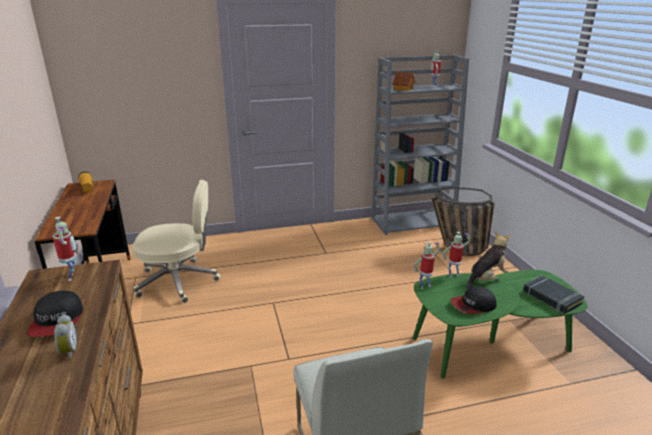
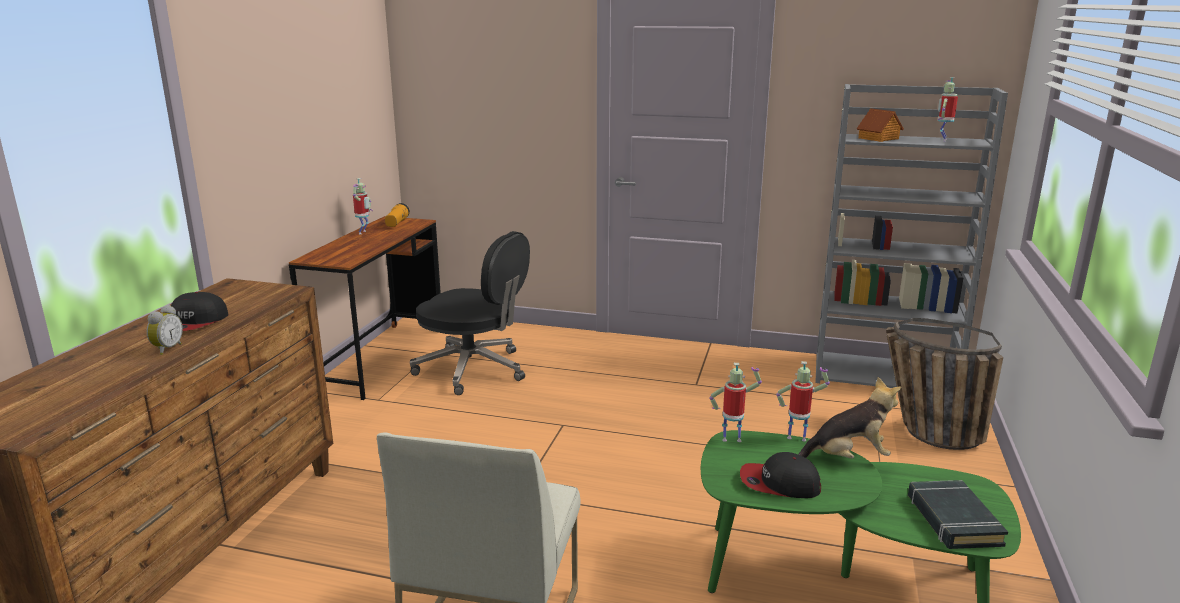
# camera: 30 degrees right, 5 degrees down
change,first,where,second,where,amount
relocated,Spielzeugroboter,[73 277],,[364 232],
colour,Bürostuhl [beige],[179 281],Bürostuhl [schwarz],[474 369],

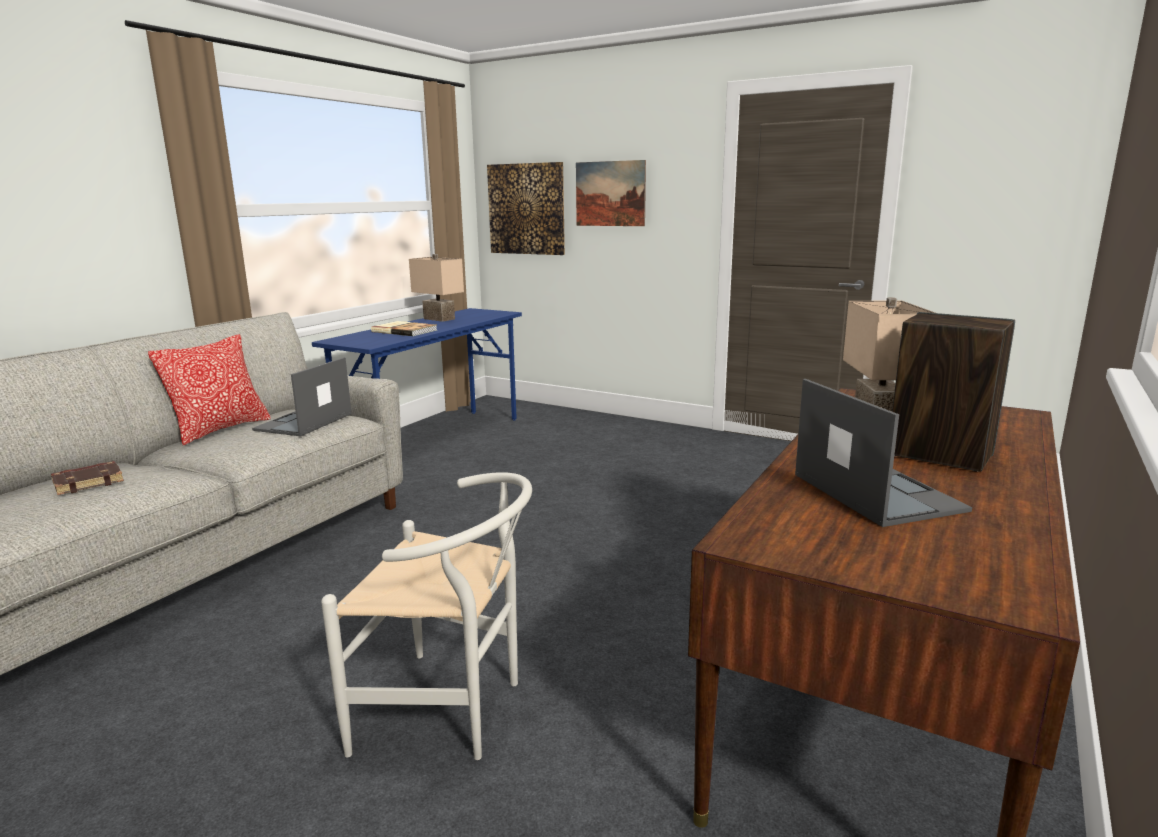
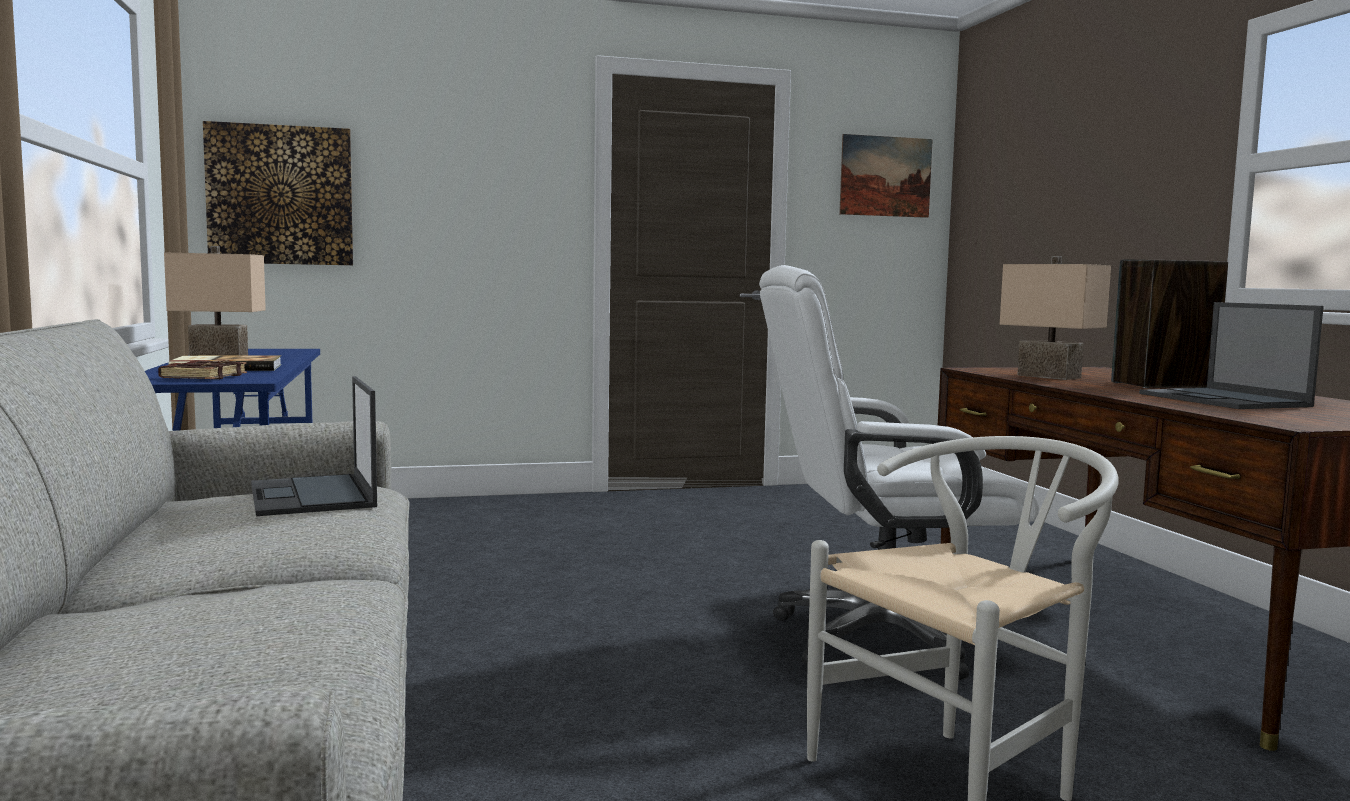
# camera: 45 degrees left, 10 degrees down
change,first,where,second,where,amount
relocated,Buch [braun],[89 482],,[203 377],
appeared,,,Bürostuhl [weiß],[880 639],
relocated,Bild,[610 193],,[885 176],
spun,Laptop,[875 492],,[1225 400],135 degrees counterclockwise
missing,Kissen,[220 429],,,

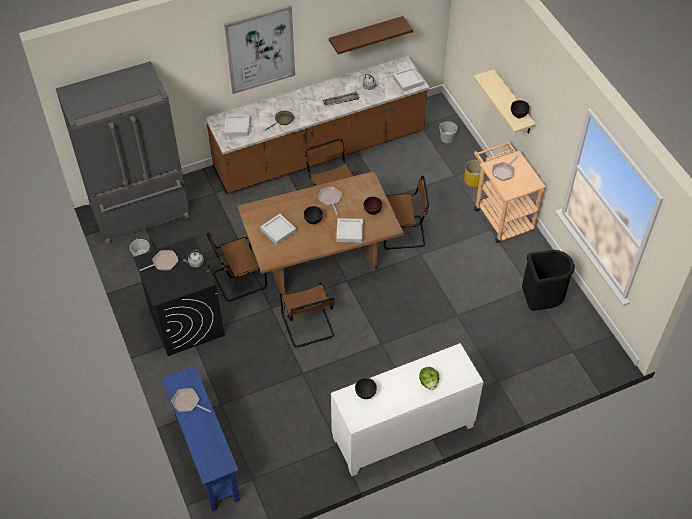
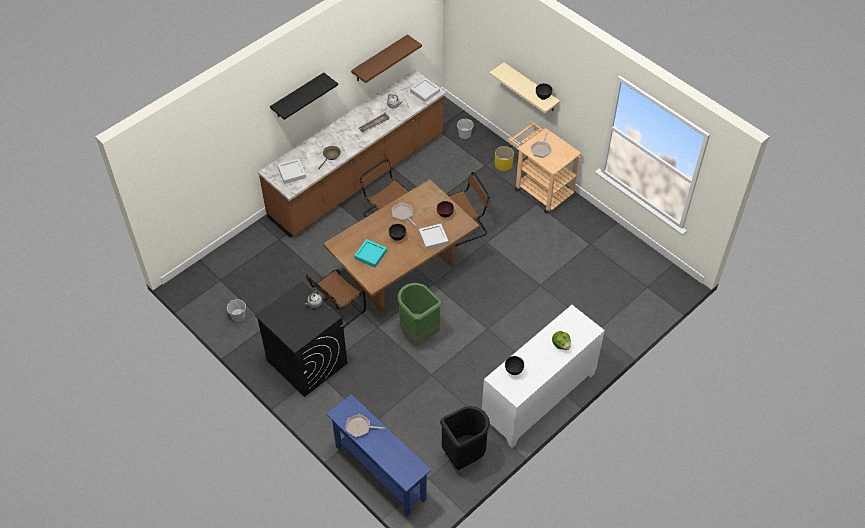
# camera: 20 degrees left, 0 degrees up
change,first,where,second,where,amount
exchanged,Bild,[260 49],Wandregal [schwarz],[298 96],
colour,Tablett [grau],[278 231],Tablett [türkis],[370 255],
exchanged,Stuhl [braun],[308 327],Mülleimer [grün],[418 333],
relocated,Mülleimer [schwarz],[540 301],,[464 454],
missing,Kühlschrank [grau],[141 213],,,
missing,Pfanne,[163 263],,,

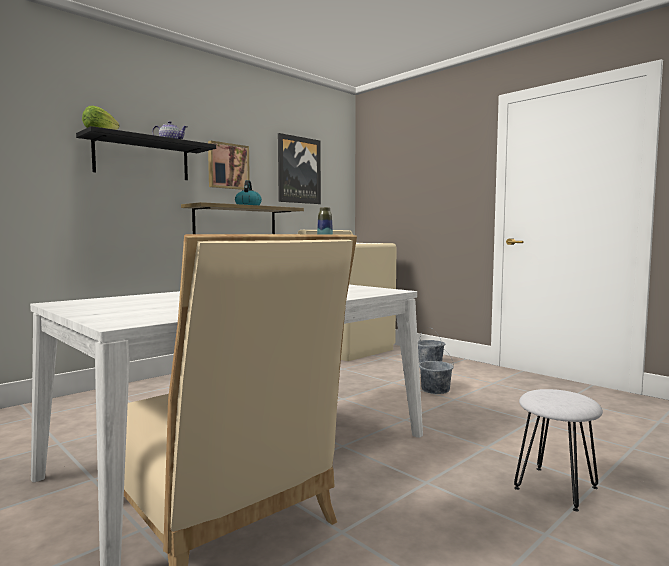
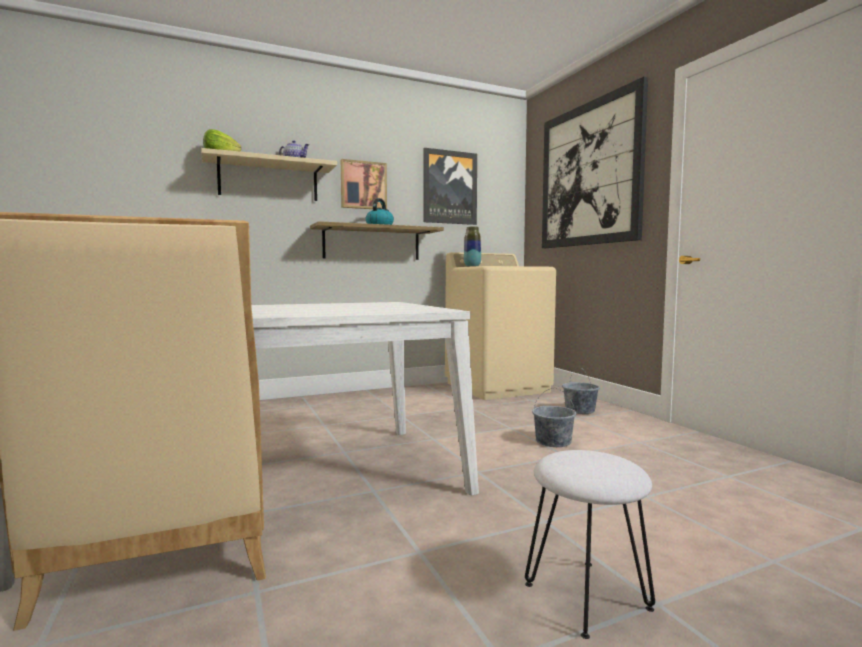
# camera: 20 degrees right, 0 degrees up
change,first,where,second,where,amount
colour,Wandregal [schwarz],[142 159],Wandregal [beige],[268 180],
appeared,,,Bild,[589 175],

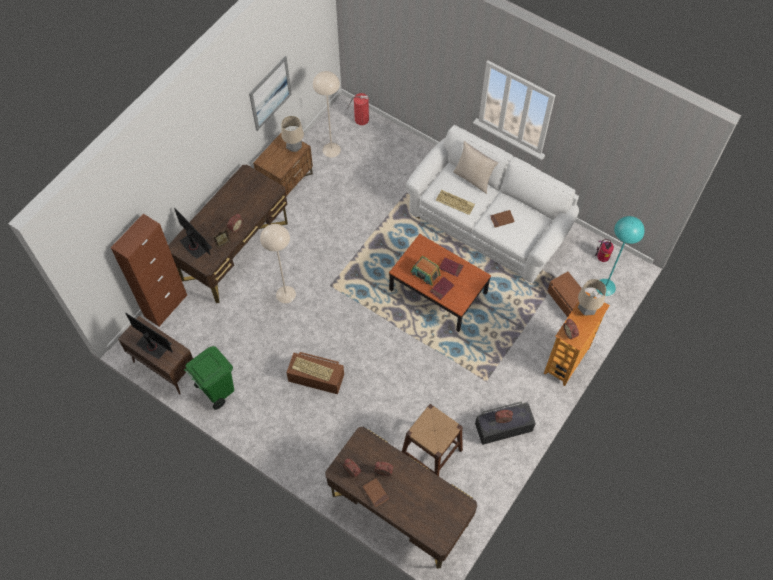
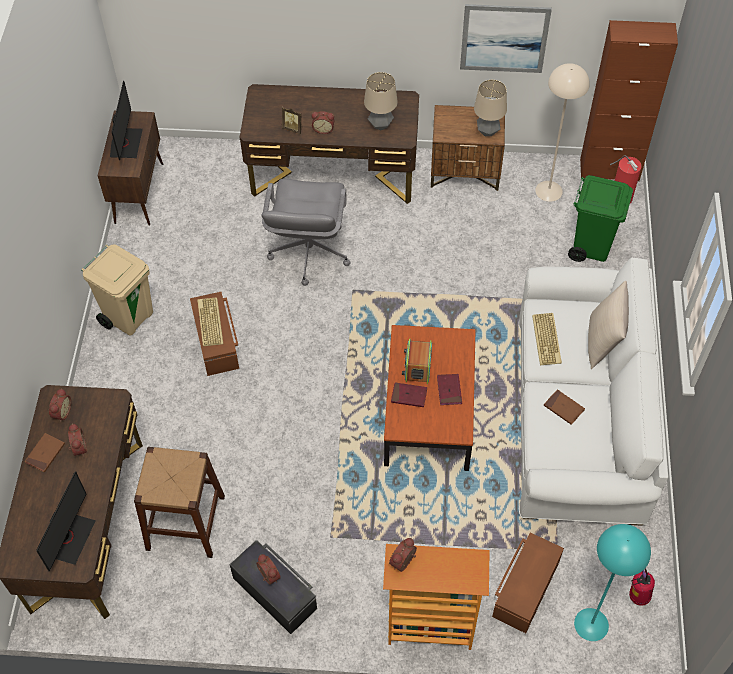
# camera: 60 degrees right, 5 degrees down
change,first,where,second,where,amount
relocated,Monitor,[195 245],,[69 538],
appeared,,,Mülleimer [beige],[129 316],
exchanged,Stehlampe [beige],[285 294],Bürostuhl [grau],[308 253],
relocated,Tischlampe,[586 310],,[380 125],
relocated,Mülleimer [grün],[216 390],,[591 246],
relocated,Schrank [braun],[166 306],,[609 170],

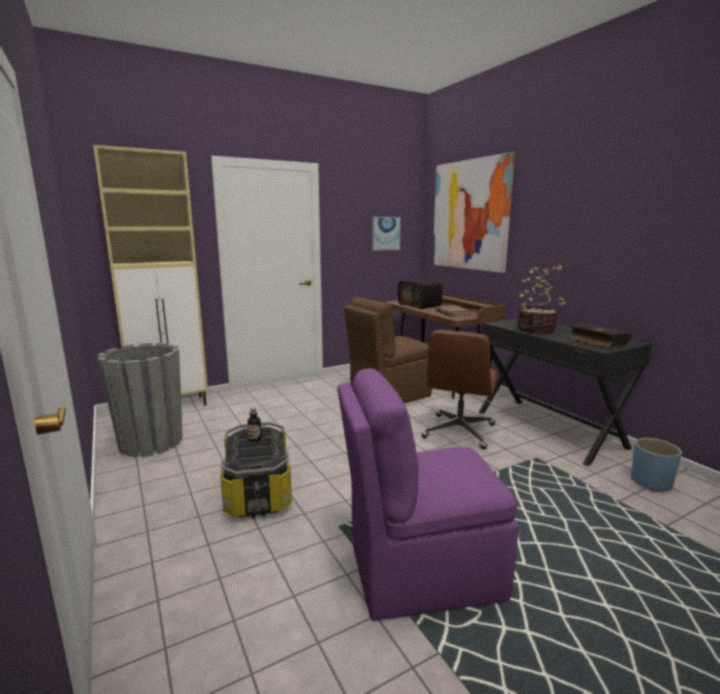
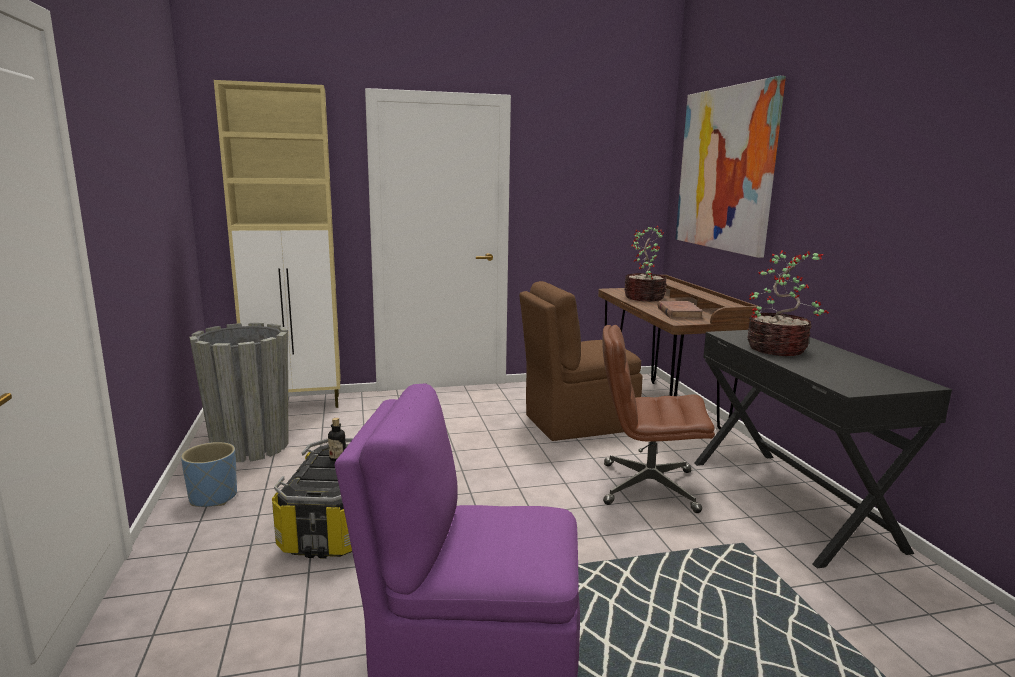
# camera: 15 degrees right, 0 degrees up
change,first,where,second,where,amount
relocated,Pflanzkübel [blau],[650 483],,[213 497],
spun,Bürostuhl [braun],[459 432],,[647 487],60 degrees clockwise
exchanged,Radio,[420 305],Topfpflanze,[644 297],
missing,Bild,[385 233],,,
missing,Buch,[597 342],,,

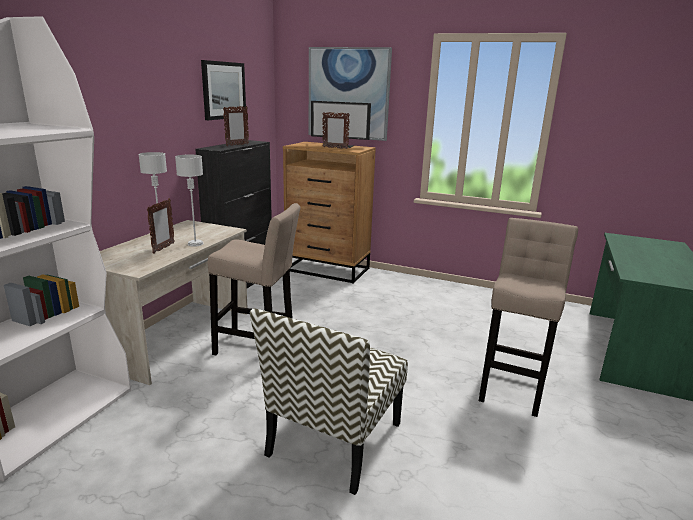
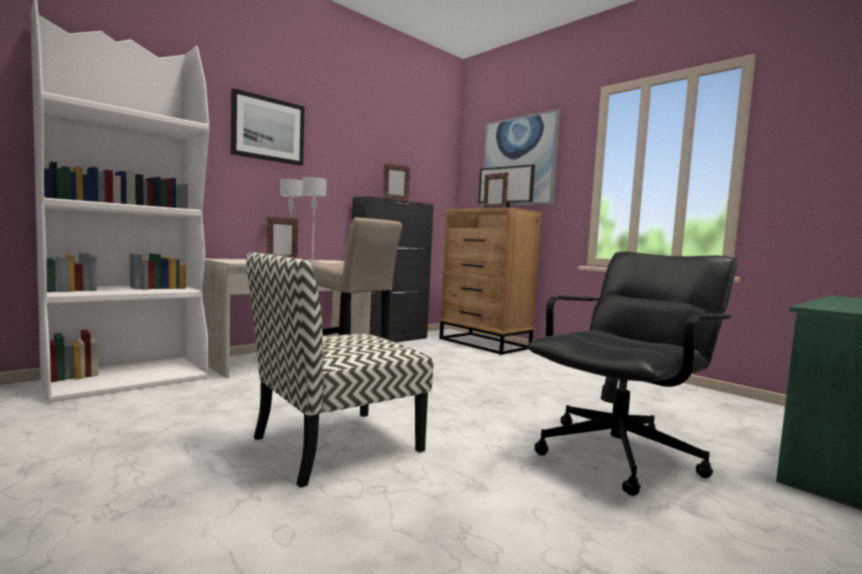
# camera: 25 degrees right, 15 degrees down
change,first,where,second,where,amount
relocated,Bild,[223 90],,[268 129],
exchanged,Hocker [beige],[513 385],Bürostuhl [schwarz],[619 455],

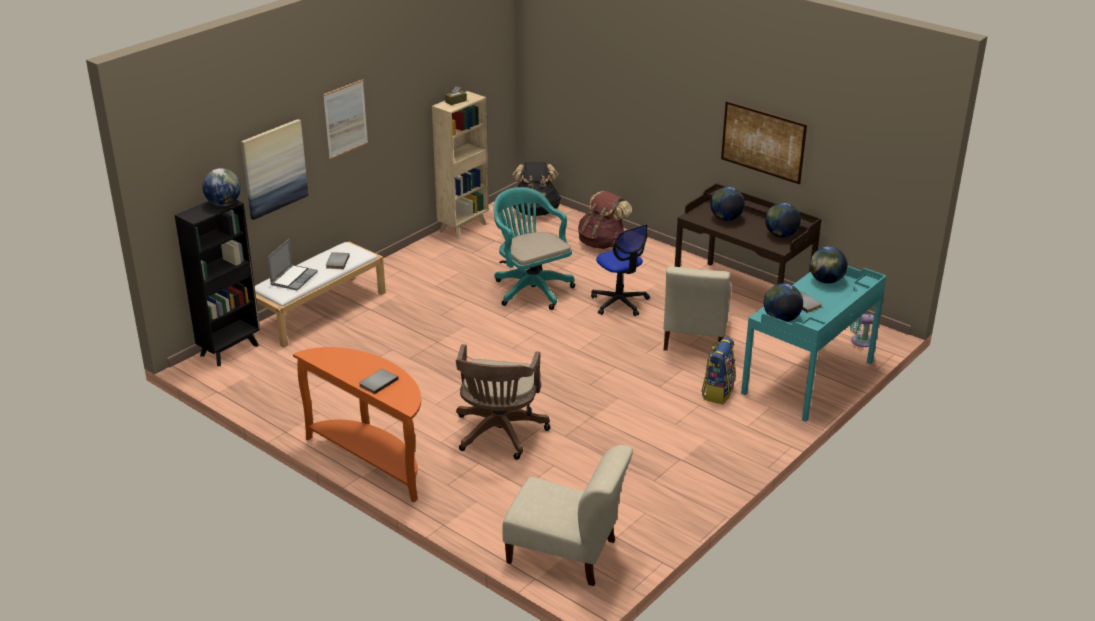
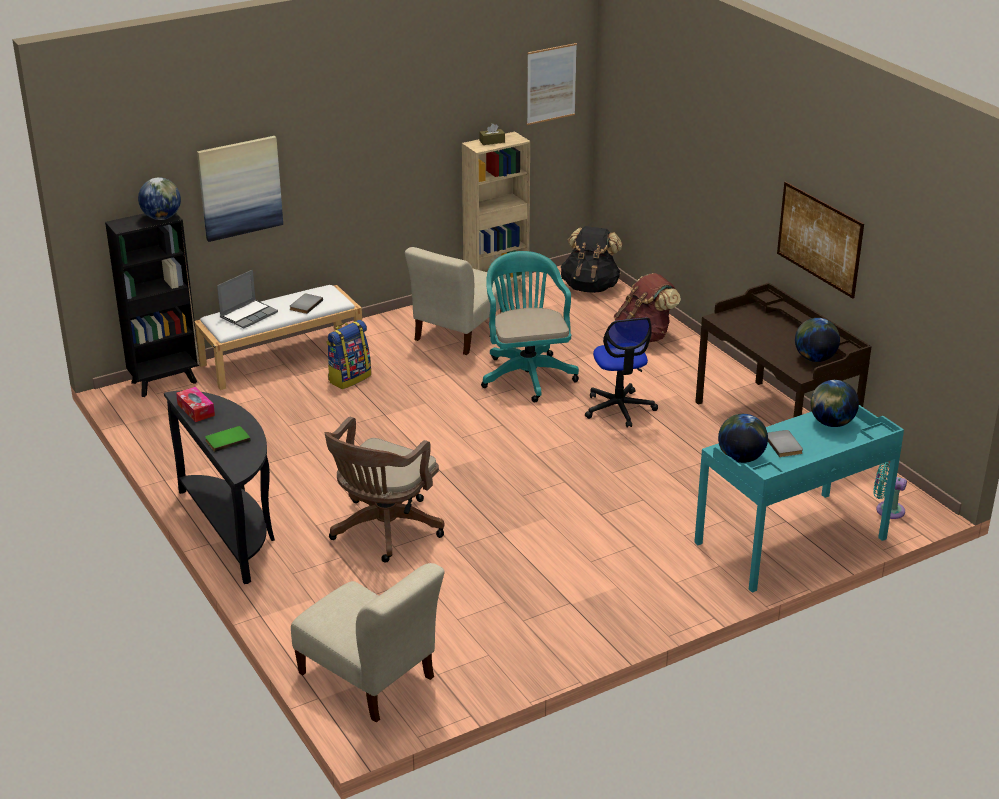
# camera: 20 degrees right, 0 degrees up
change,first,where,second,where,amount
colour,Konsolentisch [orange],[373 460],Konsolentisch [schwarz],[233 529],
appeared,,,Taschentuchbox,[196 410],
colour,Buch [grau],[377 382],Buch [grün],[227 440],
relocated,Rucksack,[717 392],,[349 378],
relocated,Stuhl [beige],[694 336],,[458 333],
relocated,Bild,[345 119],,[551 84],
missing,Globus,[725 218],,,

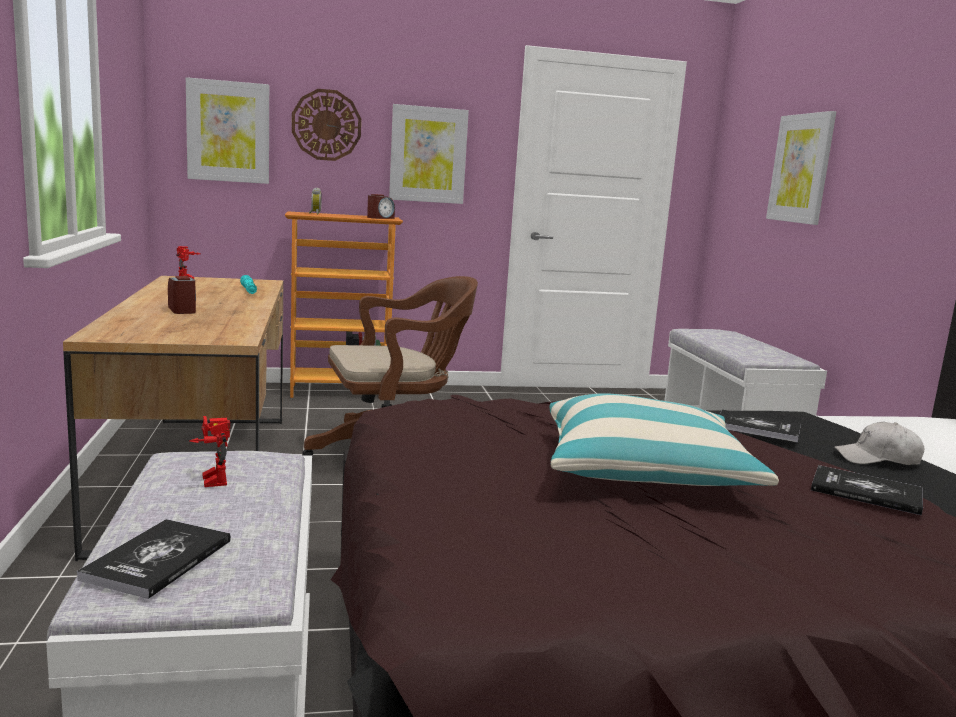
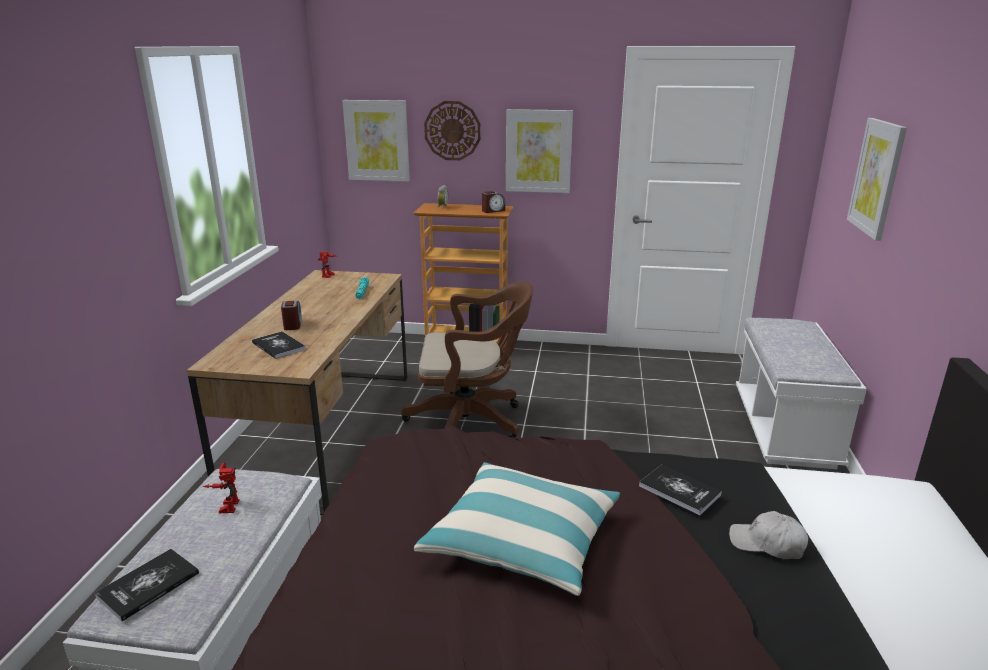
# camera: 20 degrees right, 10 degrees up
change,first,where,second,where,amount
relocated,Buch,[866 492],,[278 346],

